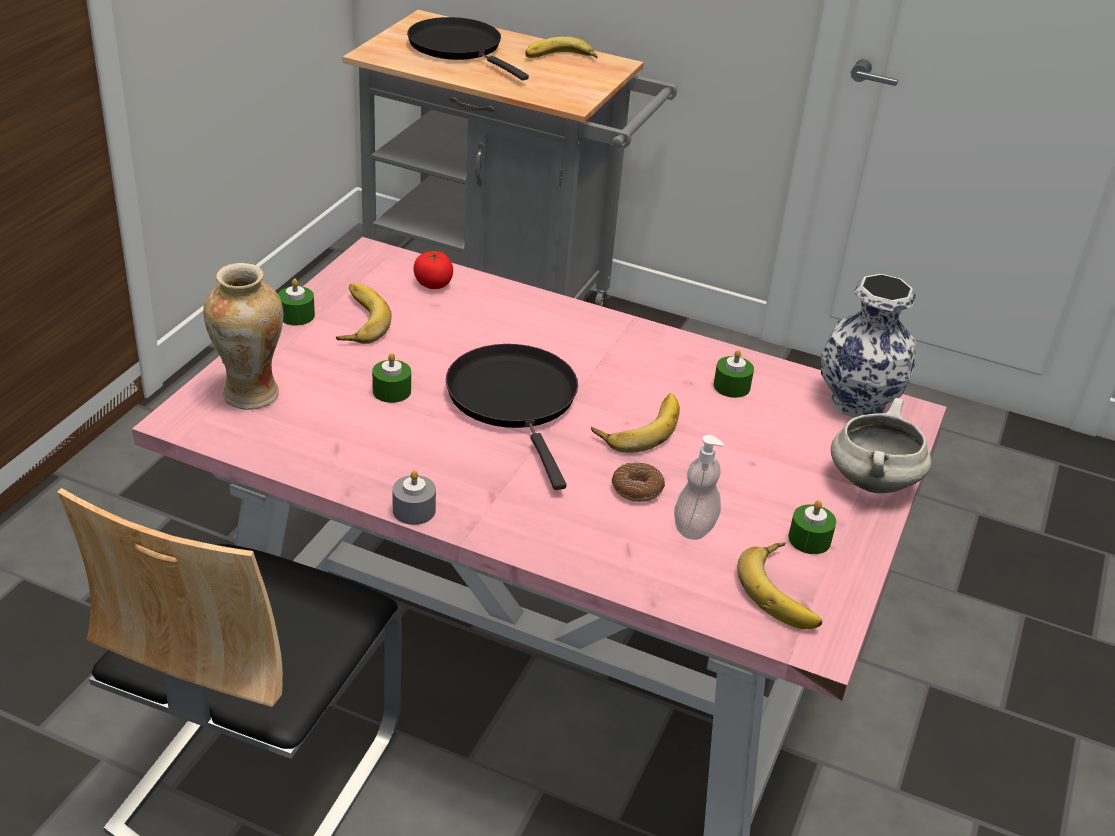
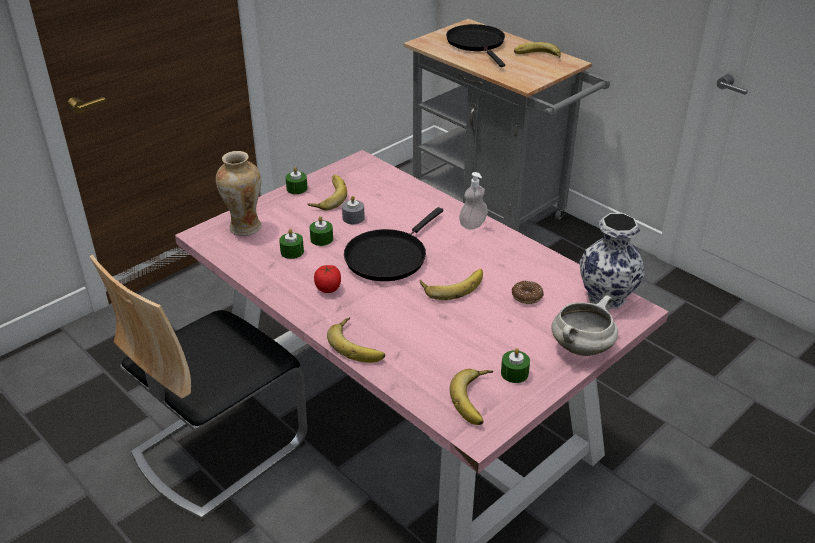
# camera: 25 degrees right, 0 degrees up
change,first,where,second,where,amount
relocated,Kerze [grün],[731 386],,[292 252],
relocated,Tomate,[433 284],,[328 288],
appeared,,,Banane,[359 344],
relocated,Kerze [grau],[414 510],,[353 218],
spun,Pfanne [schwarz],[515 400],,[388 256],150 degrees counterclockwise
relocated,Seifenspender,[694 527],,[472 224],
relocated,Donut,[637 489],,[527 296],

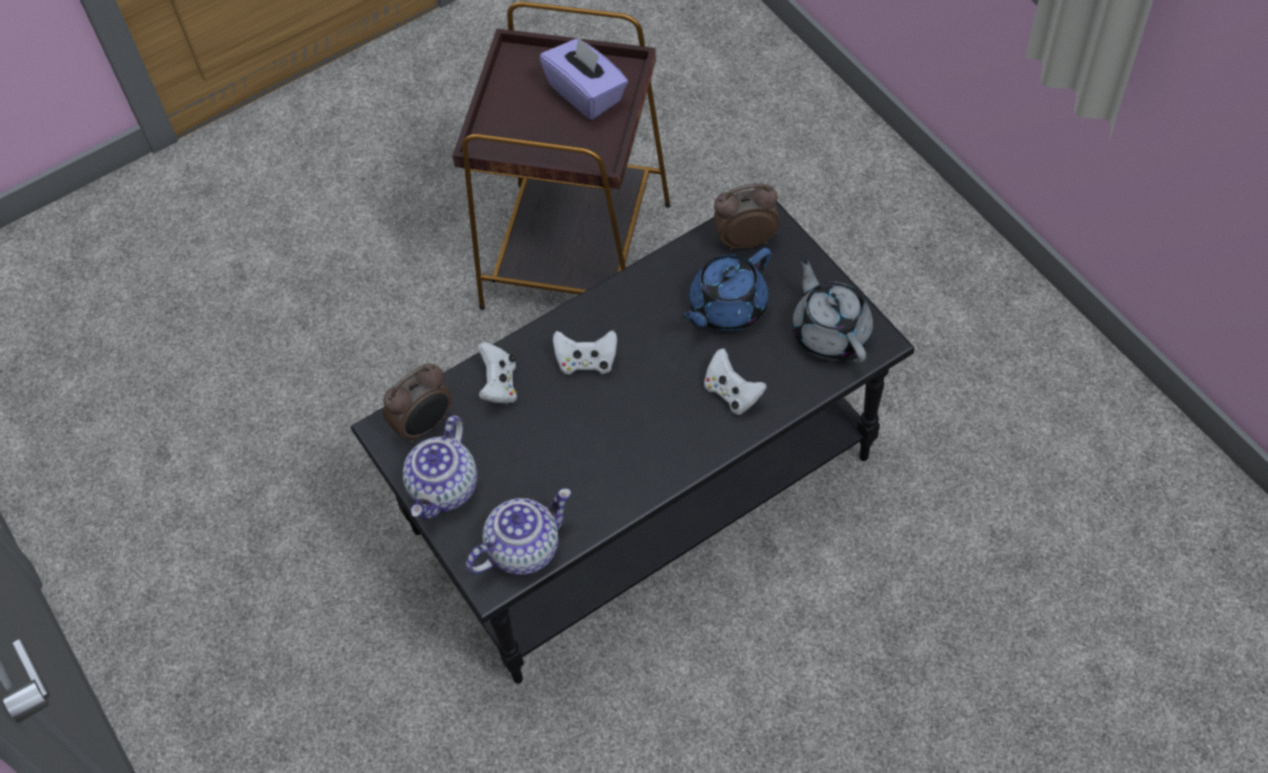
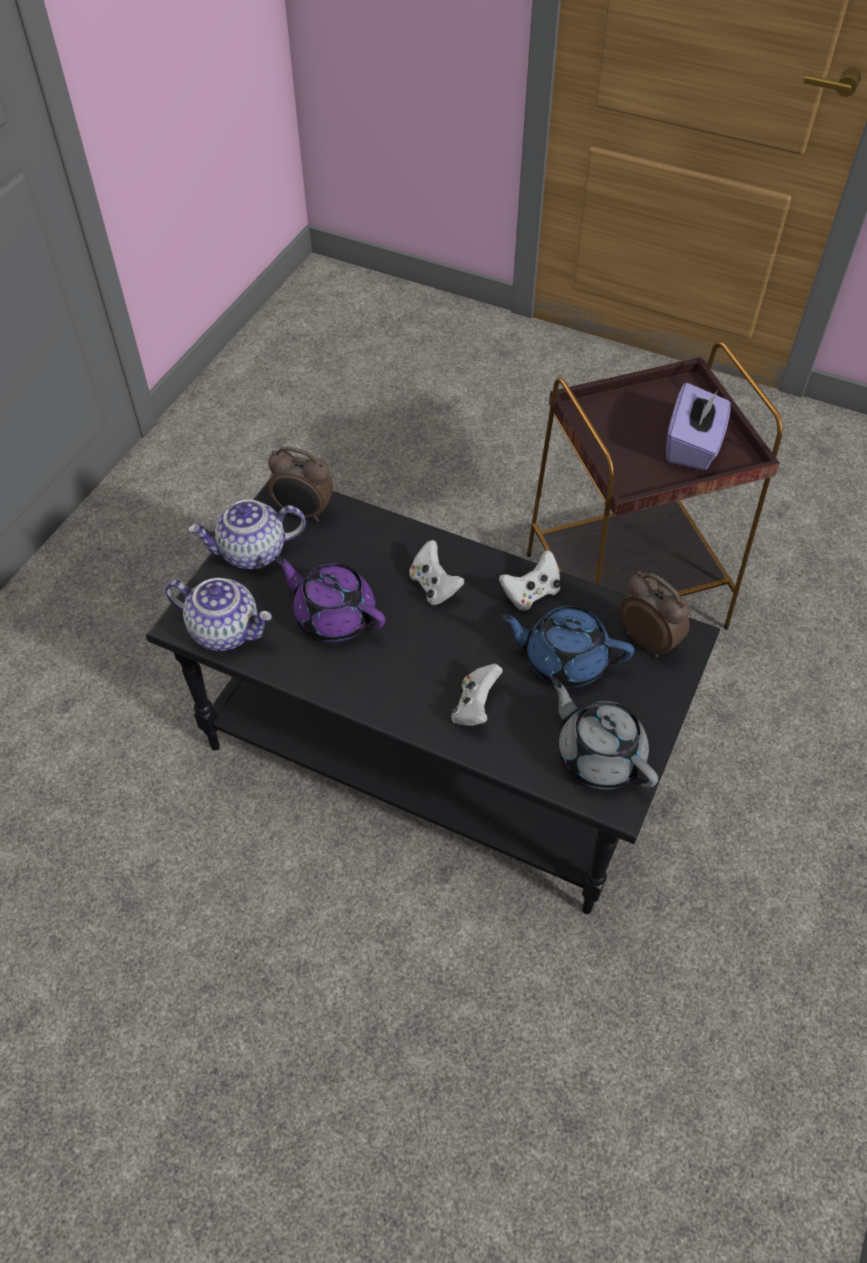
# camera: 55 degrees right, 5 degrees down
change,first,where,second,where,amount
appeared,,,Teekanne [lila],[334 616],
relocated,Gamepad [weiß],[499 385],,[531 593],
spun,Teekanne [grau],[830 331],,[599 755],75 degrees counterclockwise

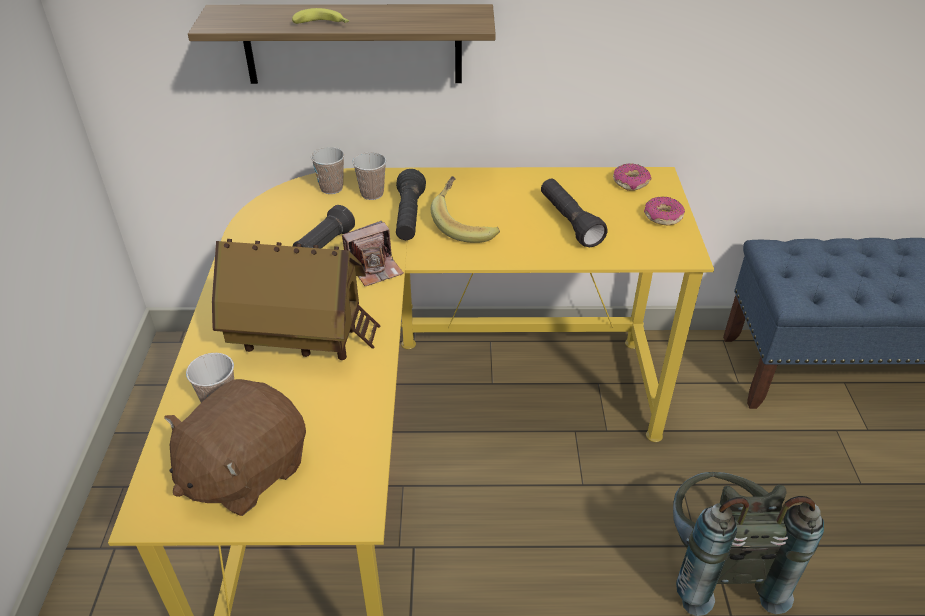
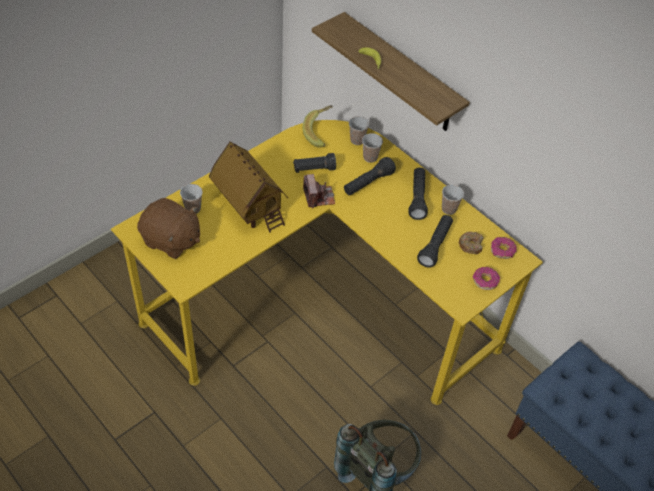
# camera: 45 degrees right, 10 degrees up
change,first,where,second,where,amount
spun,Plüschtier [braun],[244 471],,[171 240],150 degrees counterclockwise
relocated,Banane,[465 225],,[321 133],
spun,Kamera,[374 268],,[318 197],120 degrees counterclockwise
appeared,,,Taschenlampe [schwarz],[417 198],
appeared,,,Tasse,[449 209],
appeared,,,Donut,[470 245],

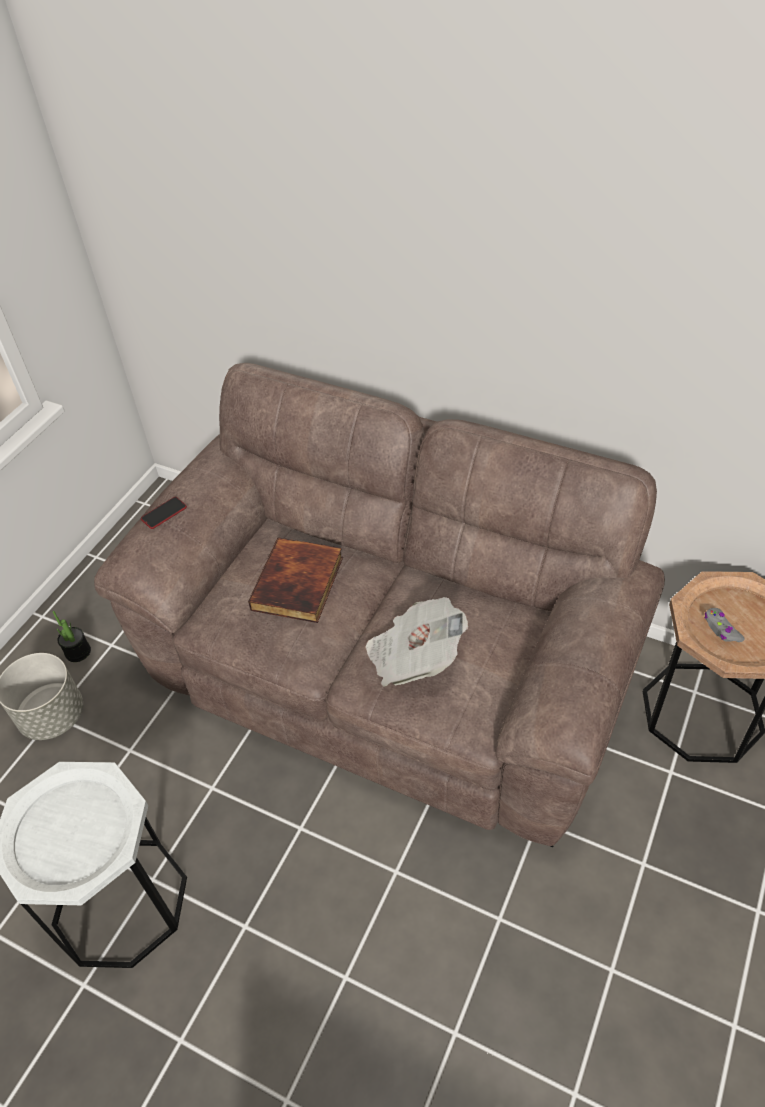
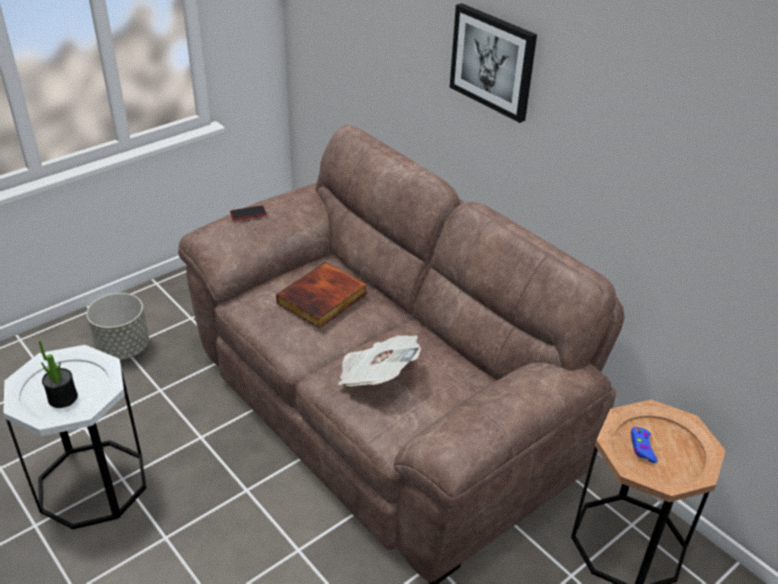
# camera: 20 degrees right, 10 degrees down
change,first,where,second,where,amount
relocated,Topfpflanze,[78 652],,[63 398],
appeared,,,Bild,[493 61],
colour,Gamepad [grau],[721 629],Gamepad [blau],[642 447],

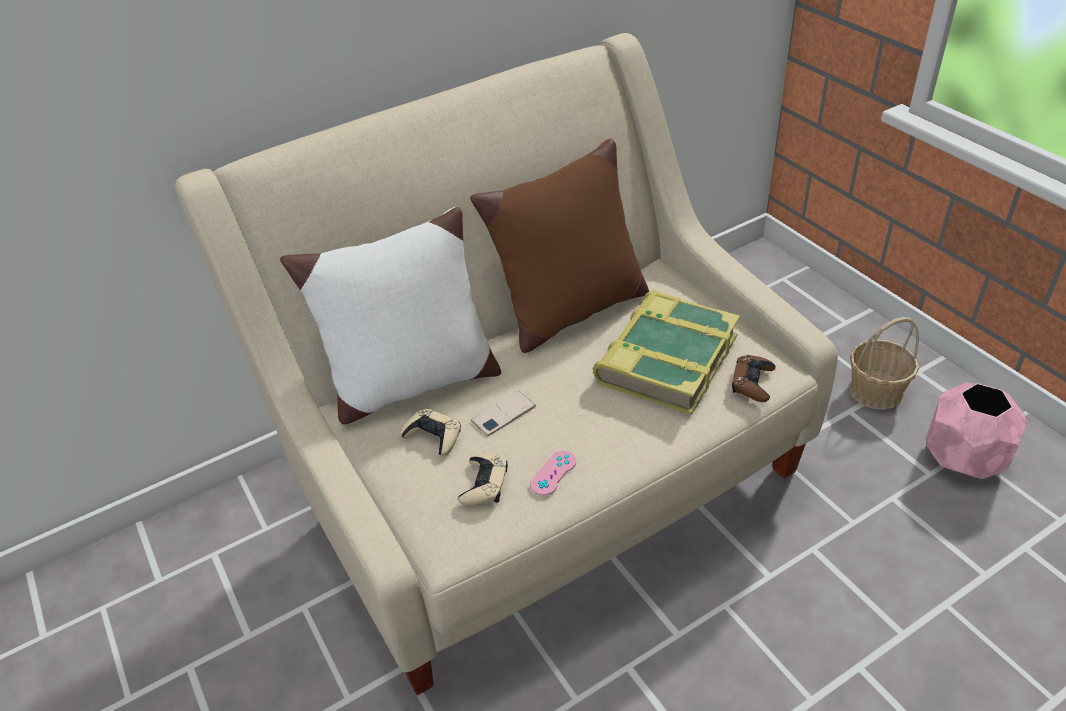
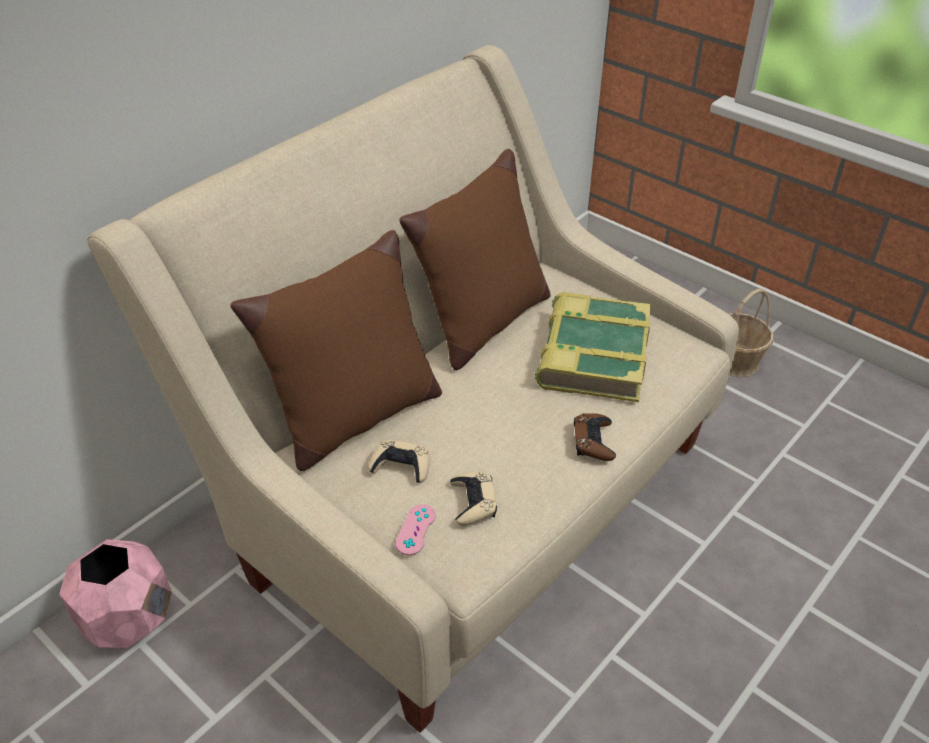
# camera: 20 degrees left, 0 degrees up
change,first,where,second,where,amount
relocated,Pflanzkübel [rosa],[963 457],,[129 619],
colour,Kissen [weiß],[412 383],Kissen [braun],[354 418],
relocated,Gamepad [rosa],[553 473],,[415 529],
relocated,Gamepad [braun],[752 382],,[593 441],
missing,Handy,[503 414],,,

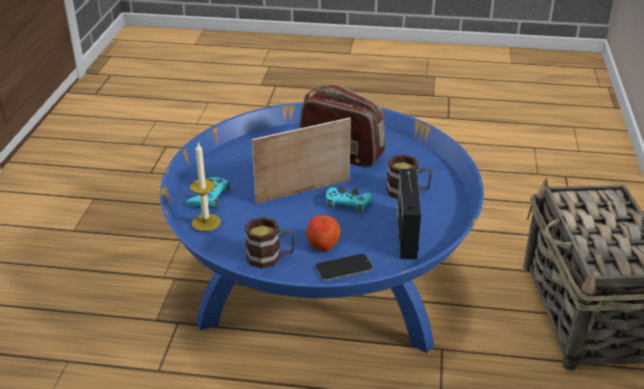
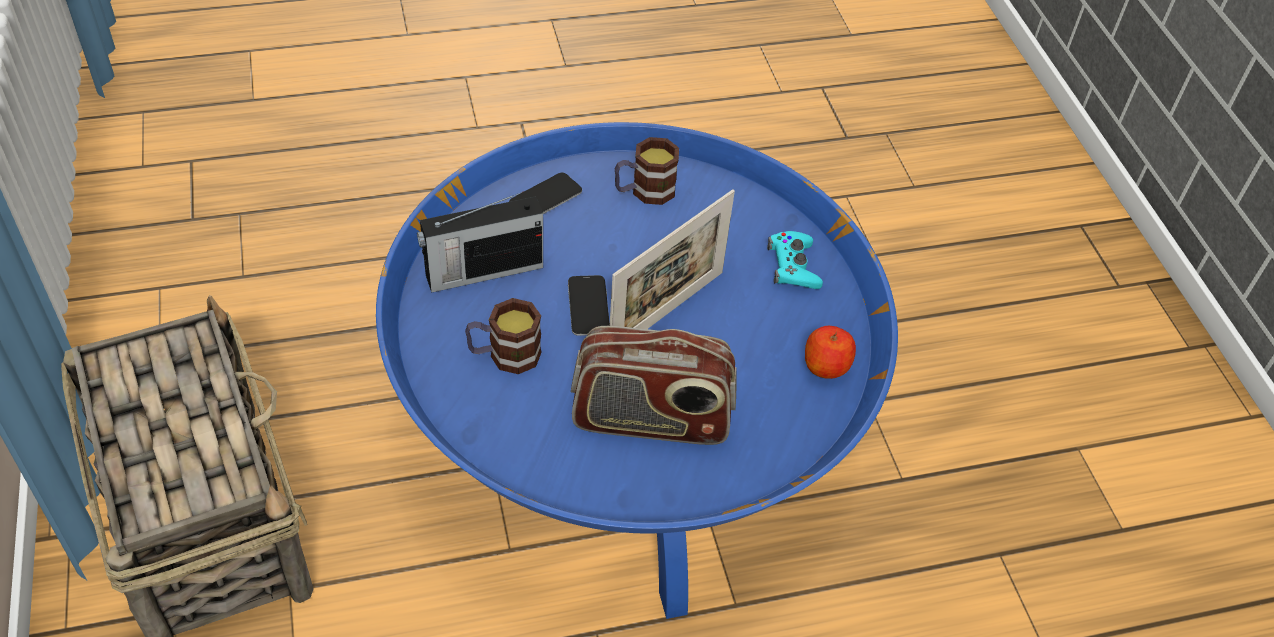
# camera: 155 degrees right, 15 degrees up
change,first,where,second,where,amount
spun,Radio,[407 233],,[482 271],90 degrees clockwise
exchanged,Gamepad [türkis],[347 203],Handy,[588 306],
relocated,Apfel,[323 244],,[826 365],
missing,Kerze,[206 222],,,

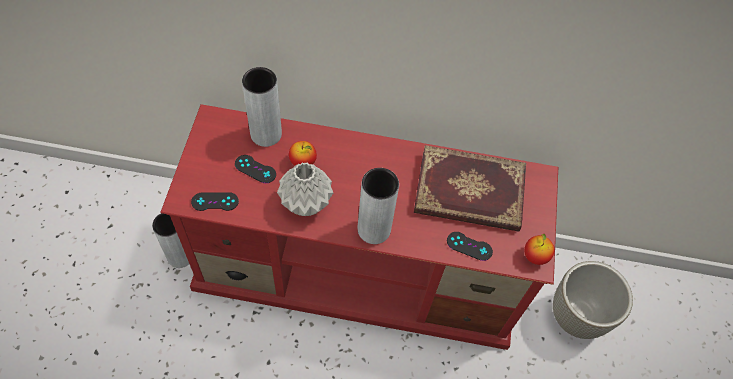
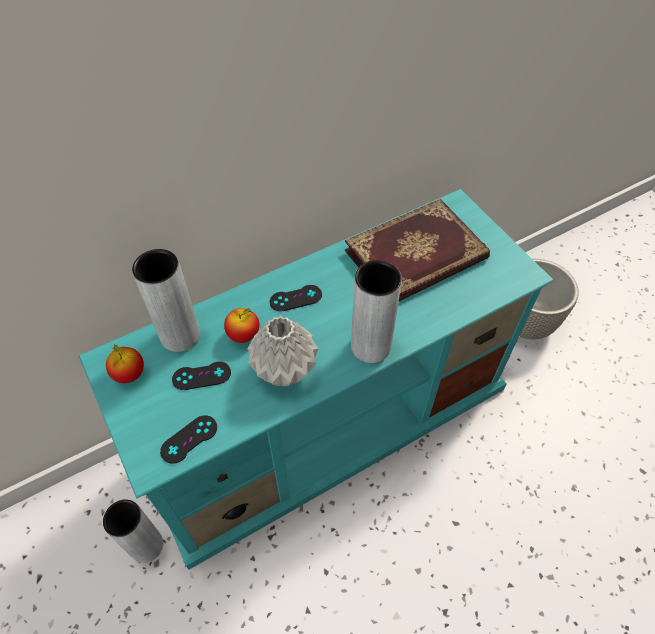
# camera: 35 degrees left, 5 degrees down
change,first,where,second,where,amount
colour,Fernsehschrank [rot],[360 269],Fernsehschrank [türkis],[329 419],
relocated,Apfel,[535 256],,[129 374],
relocated,Gamepad [schwarz],[469 246],,[295 298],

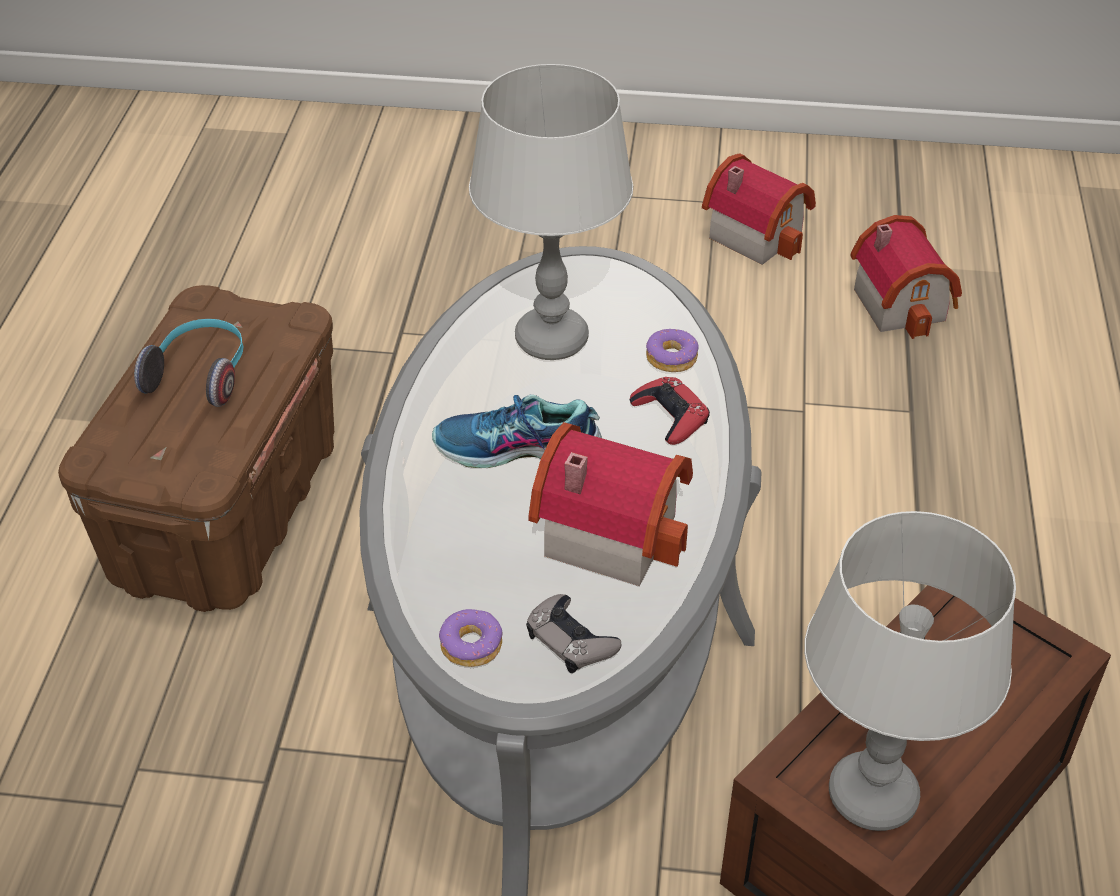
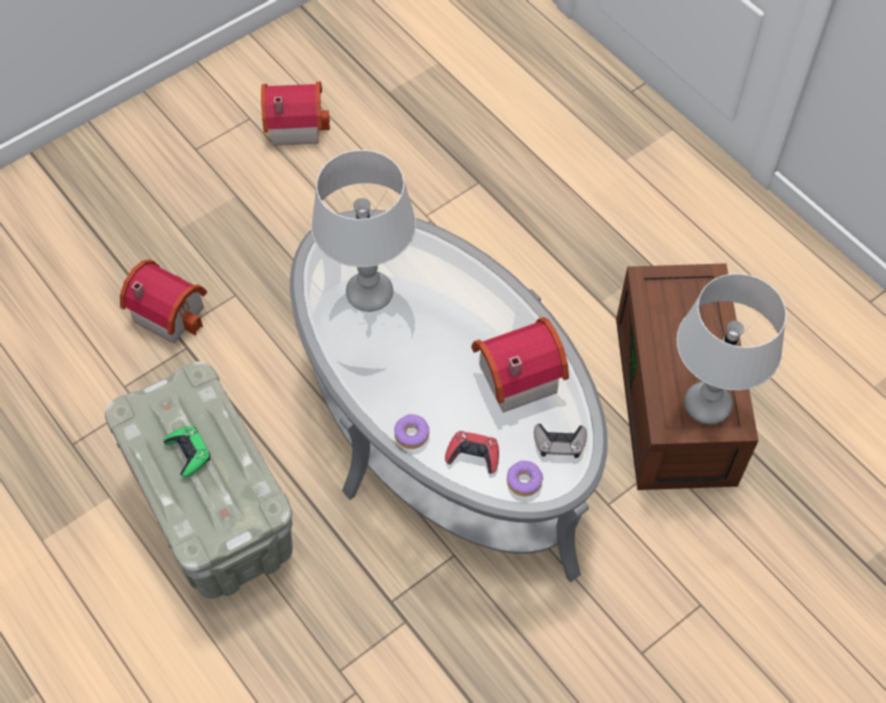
# camera: 45 degrees left, 15 degrees up
change,first,where,second,where,amount
colour,Aufbewahrungsbox [braun],[227 510],Aufbewahrungsbox [grau],[212 509],
relocated,Spielzeughaus,[904 302],,[170 310],
exchanged,Kopfhörer,[201 375],Gamepad [grün],[188 453],
relocated,Donut,[672 358],,[411 434],
relocated,Gamepad [rot],[670 416],,[473 455],
missing,Schuh,[517 450],,,

